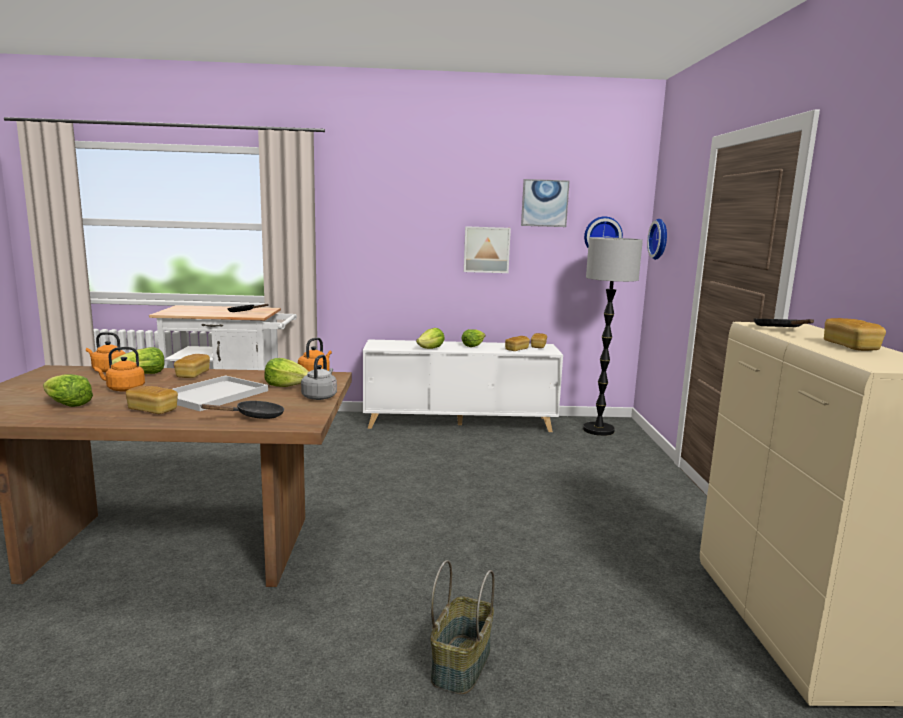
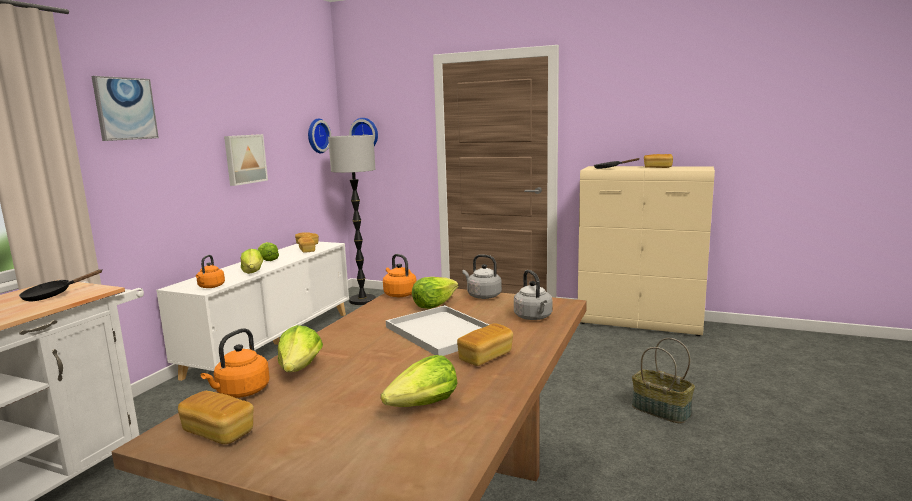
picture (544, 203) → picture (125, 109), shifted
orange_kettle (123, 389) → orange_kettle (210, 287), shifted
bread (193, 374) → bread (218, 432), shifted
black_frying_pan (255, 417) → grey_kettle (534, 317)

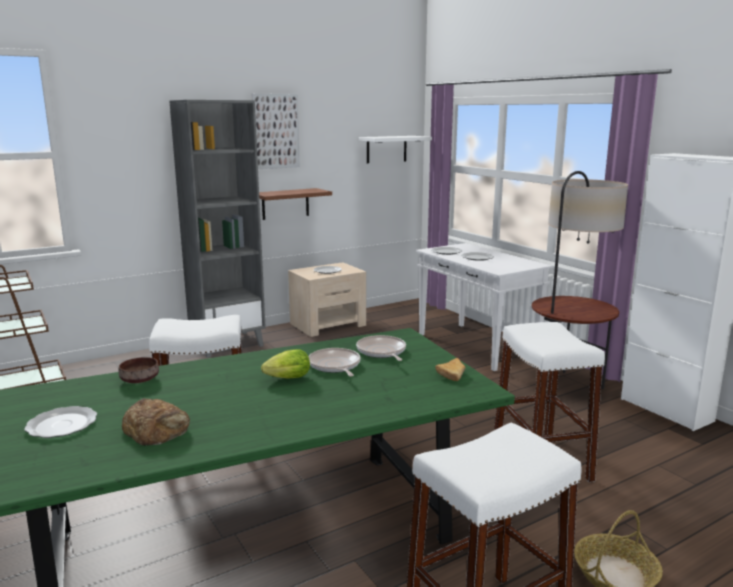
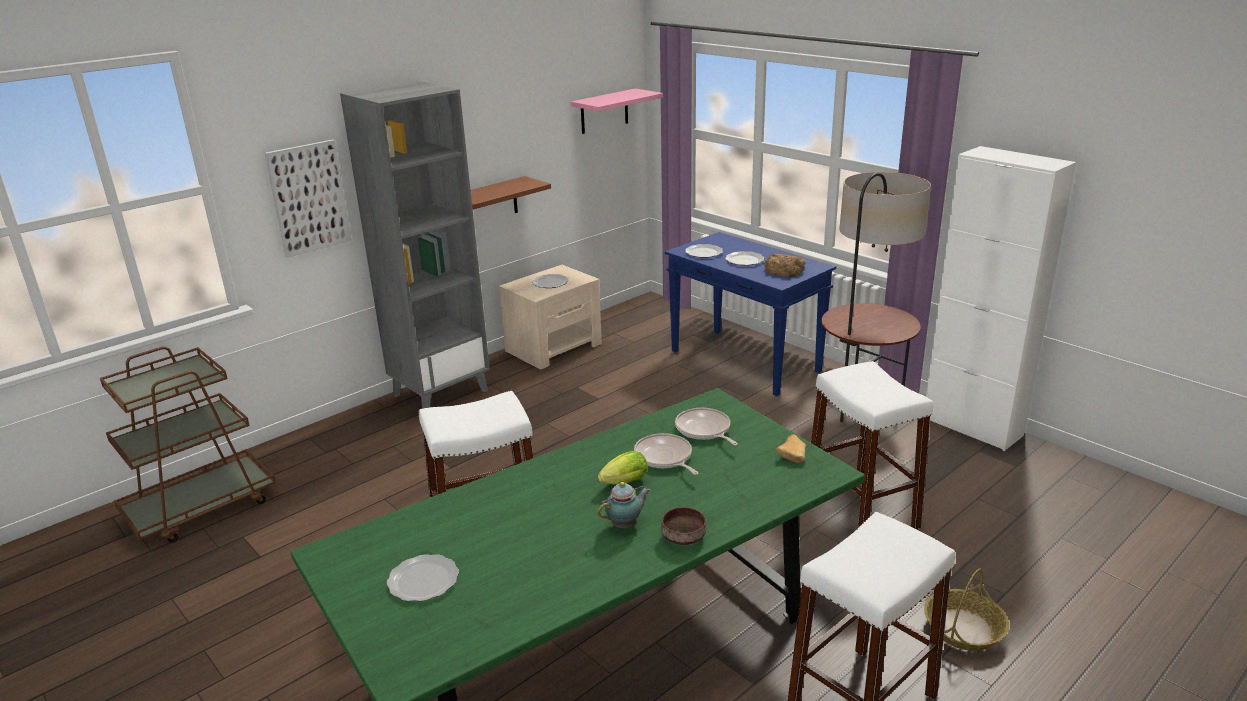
picture (275, 131) → picture (309, 198), shifted
white_shelf (386, 149) → pink_shelf (604, 111)
white_console_table (477, 346) → blue_console_table (746, 362)
brown_bowl (139, 380) → brown_bowl (682, 536), shifted
bread (157, 429) → bread (784, 270), shifted
- → teapot (625, 525)

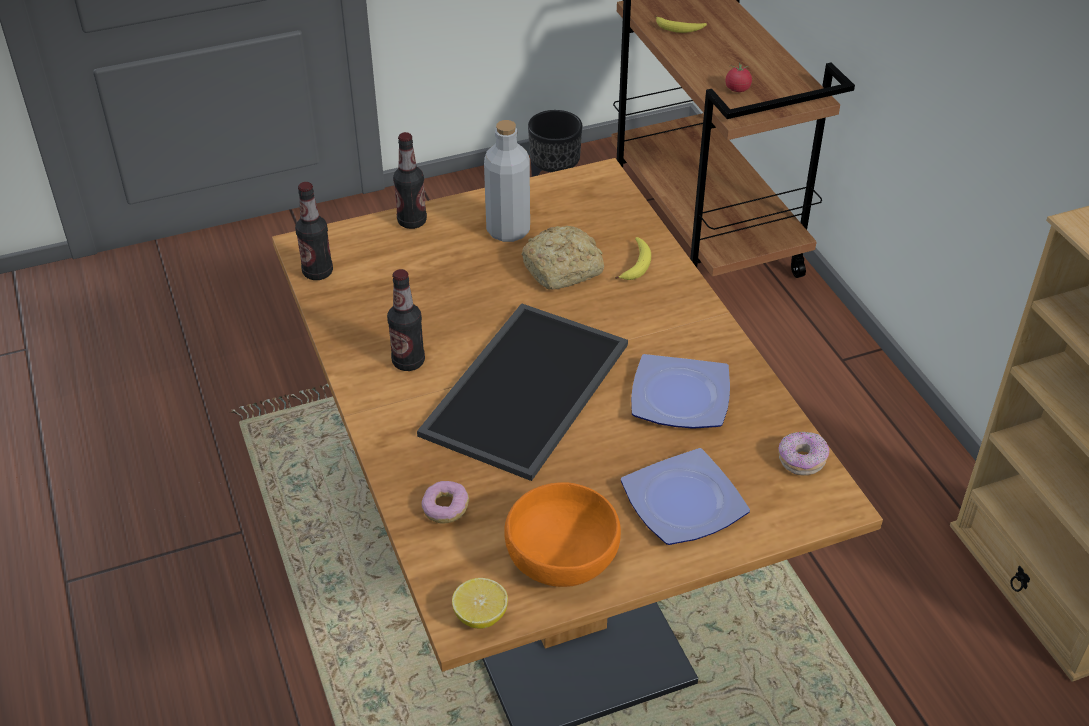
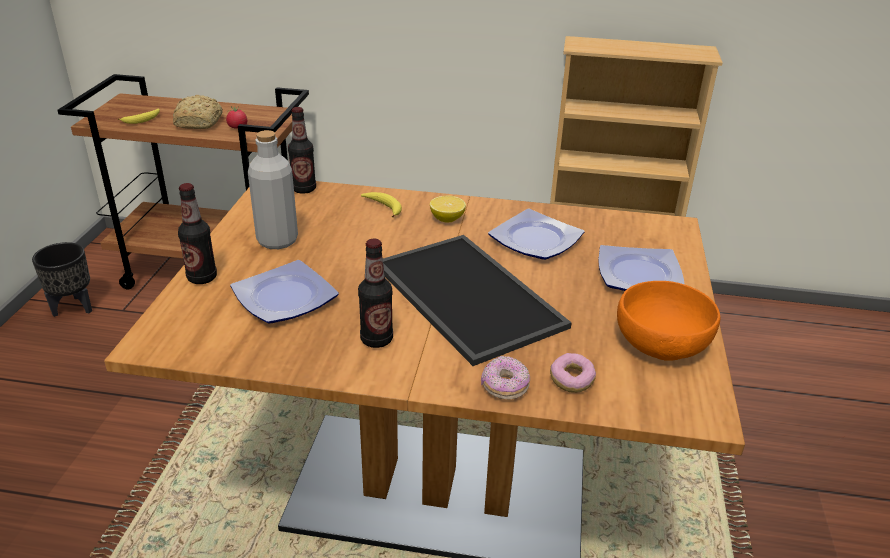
bottle (318, 272) → bottle (304, 189), shifted
bread (564, 269) → bread (200, 122), shifted
donut (801, 460) → donut (504, 387), shifted
lemon (480, 616) → lemon (447, 219), shifted
- → plate (287, 298)

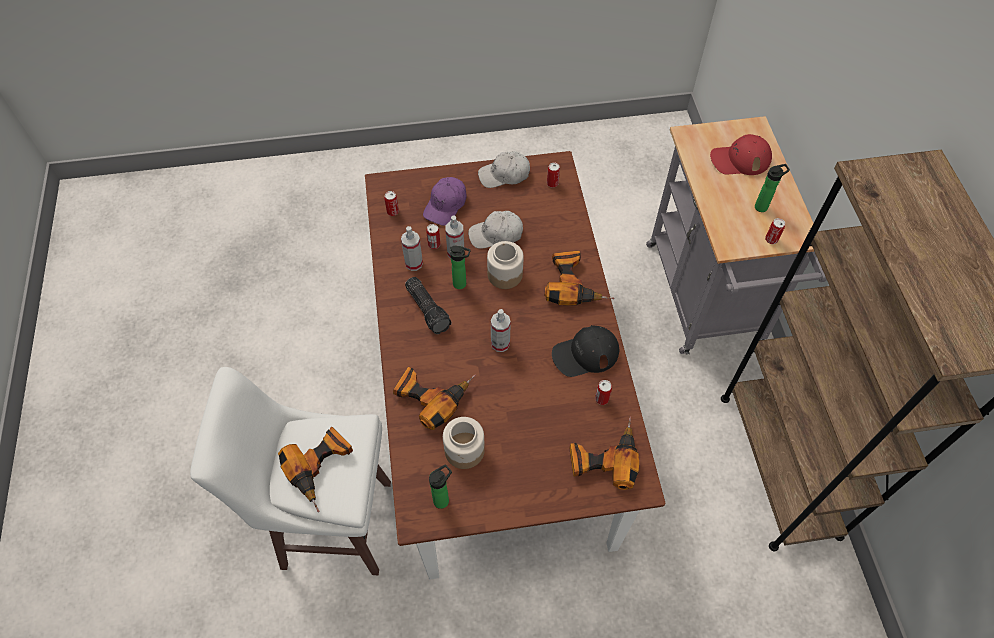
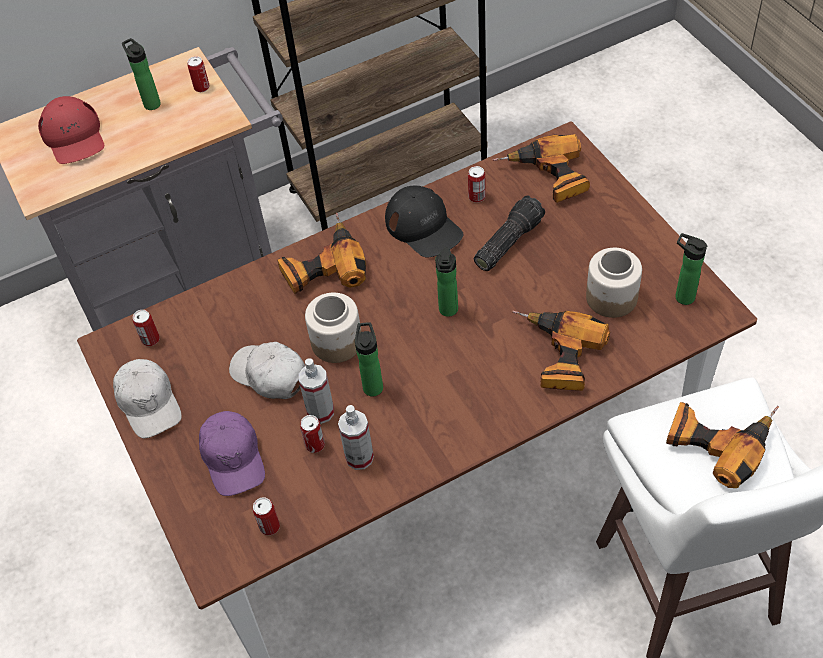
purple_cap (446, 205) → purple_cap (233, 458), 60 degrees clockwise
white_cap (496, 235) → white_cap (269, 375), 150 degrees clockwise
flashlight (428, 309) → flashlight (507, 242), shifted
spray_bottle (500, 343) → bottle (448, 312)

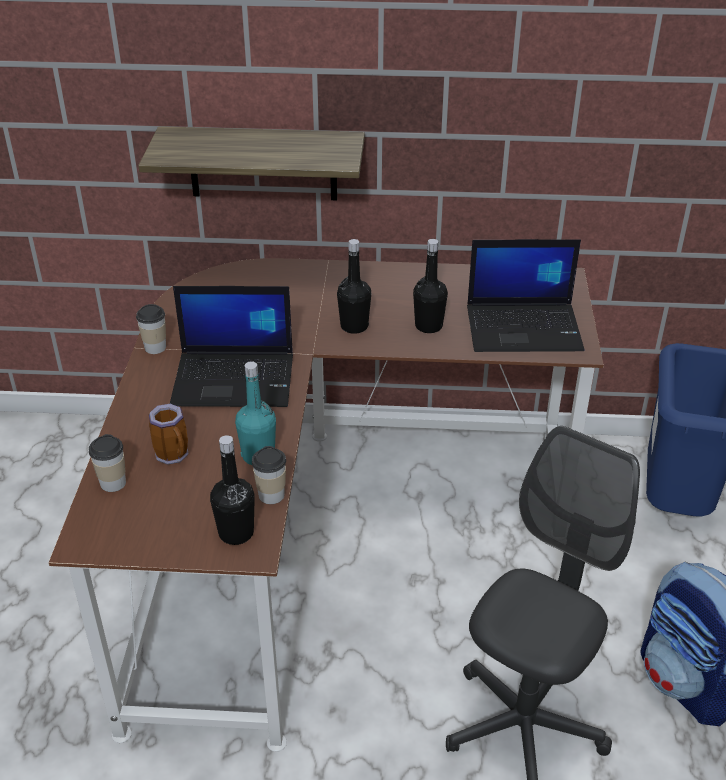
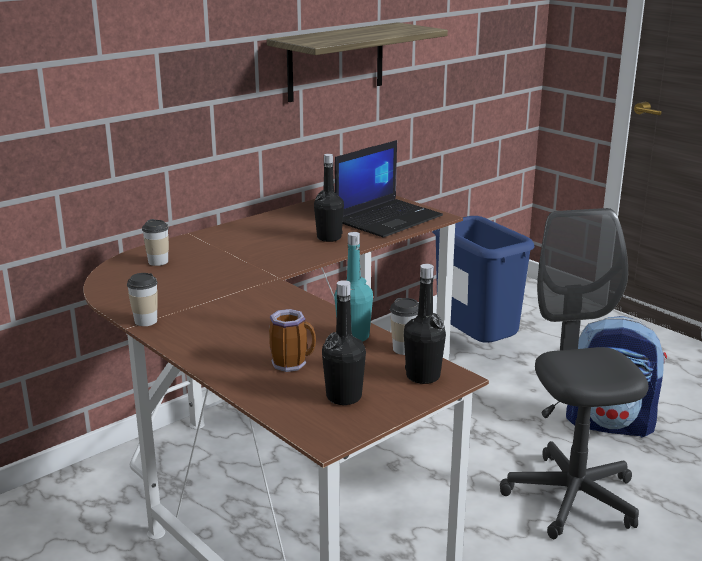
shelf (263, 163) → shelf (336, 62), shifted
black_bottle (354, 326) → black_bottle (344, 397), shifted
laptop (235, 379) → -
cup (113, 483) → cup (158, 262), shifted

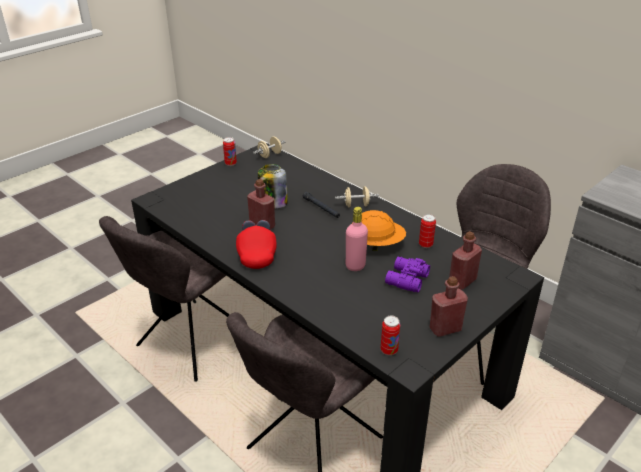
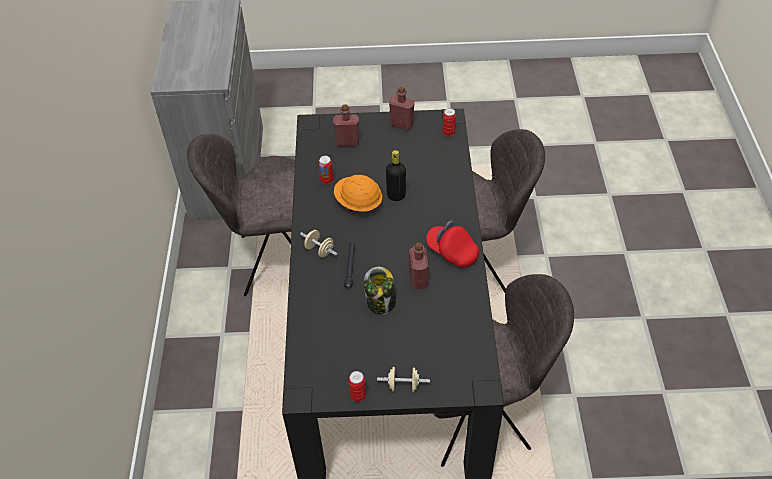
beige_dumbbell (270, 155) → beige_dumbbell (403, 385), shifted
pink_bottle (355, 266) → black_bottle (396, 195)
red_cap (257, 254) → red_cap (452, 252), 90 degrees clockwise
purple_binoculars (405, 280) → -

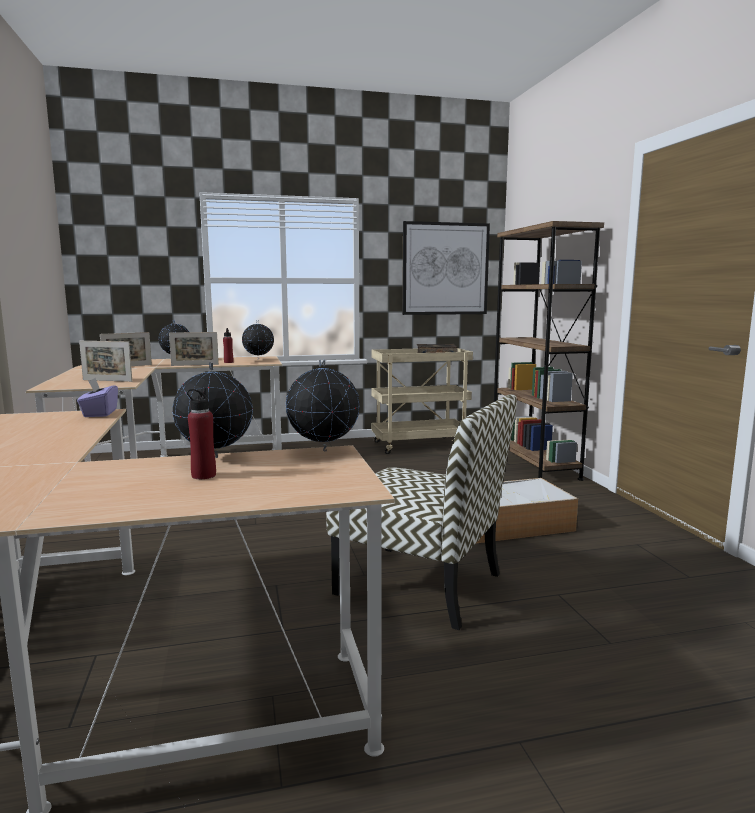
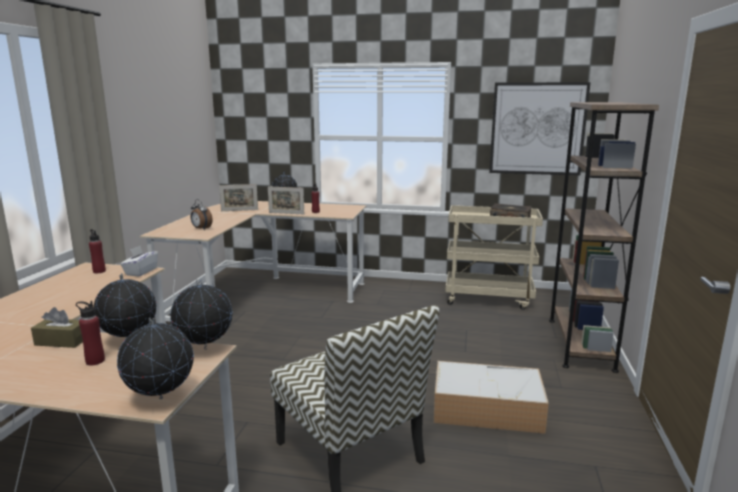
globe (258, 359) → globe (161, 399), shifted
picture_frame (107, 380) → alarm_clock (201, 229)
purple_tissue_box (99, 413) → white_tissue_box (141, 272)
- → red_bottle (99, 271)
- → brown_tissue_box (62, 341)

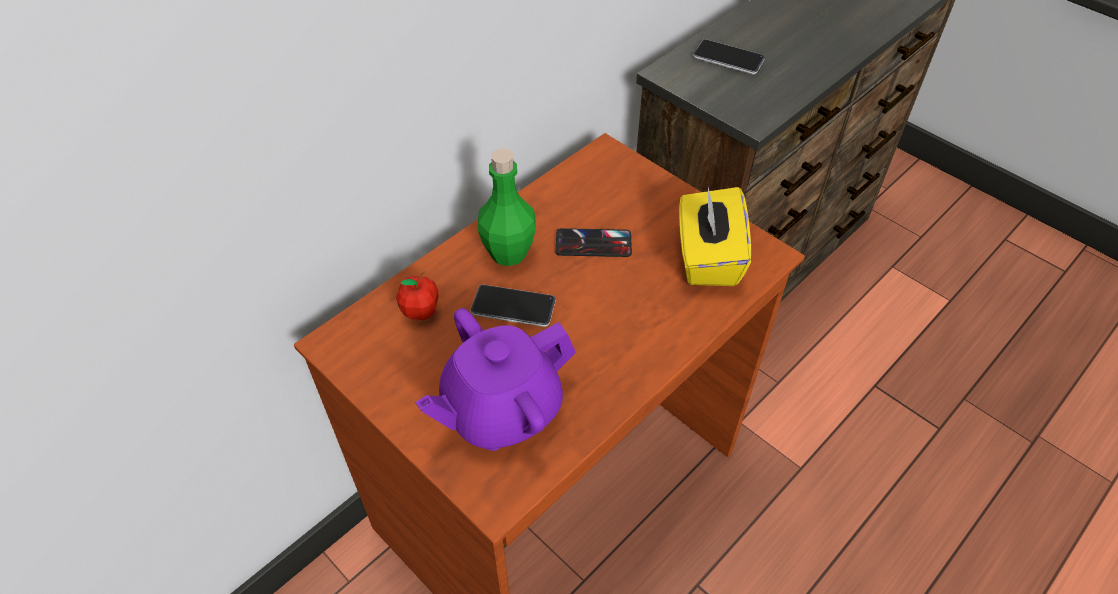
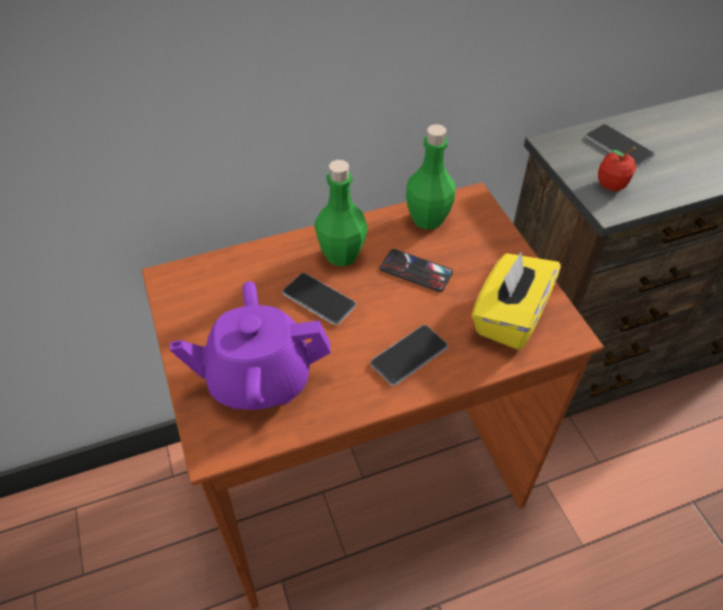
apple (420, 311) → apple (611, 185), shifted
- → green_bottle (427, 219)
- → phone (409, 355)

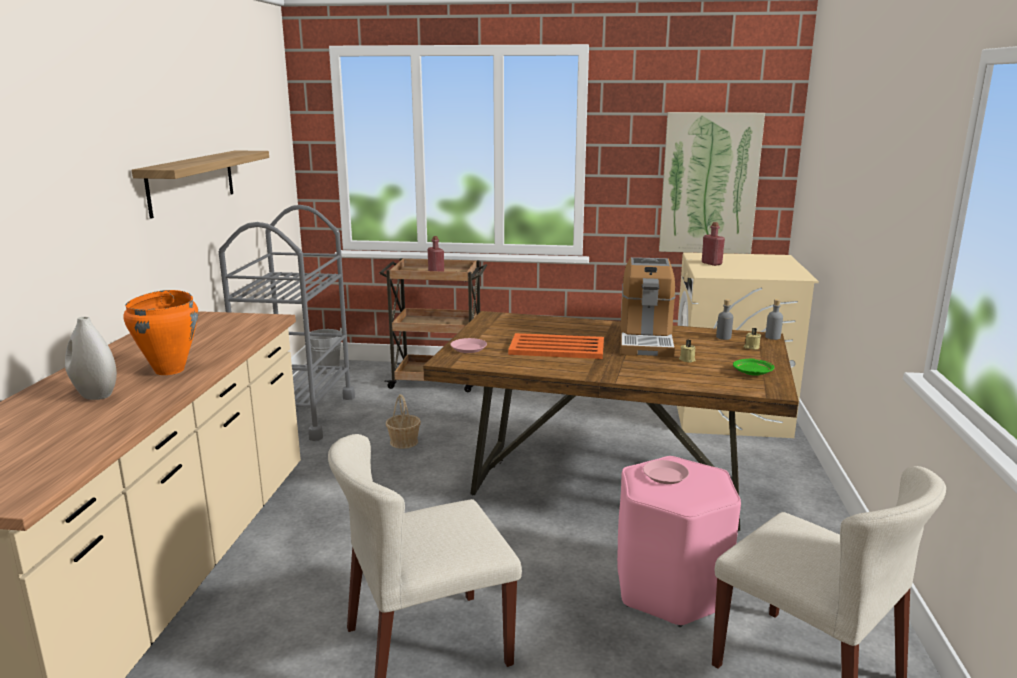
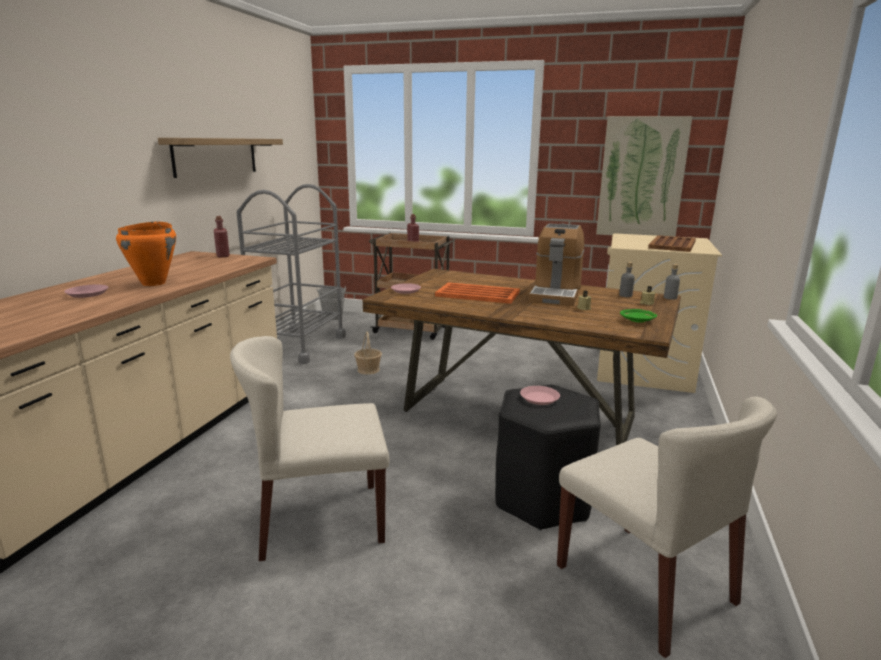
red_bottle (711, 263) → red_bottle (223, 255), shifted
white_vase (95, 394) → pink_plate (87, 294)
pink_stool (670, 589) → black_stool (542, 500)
- → brown_tray (672, 244)

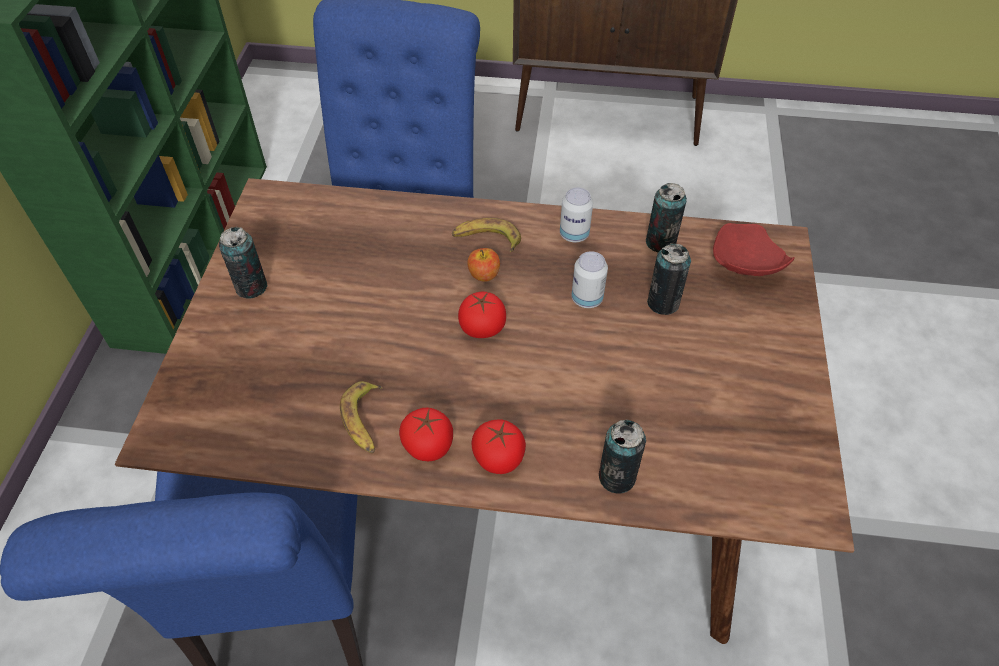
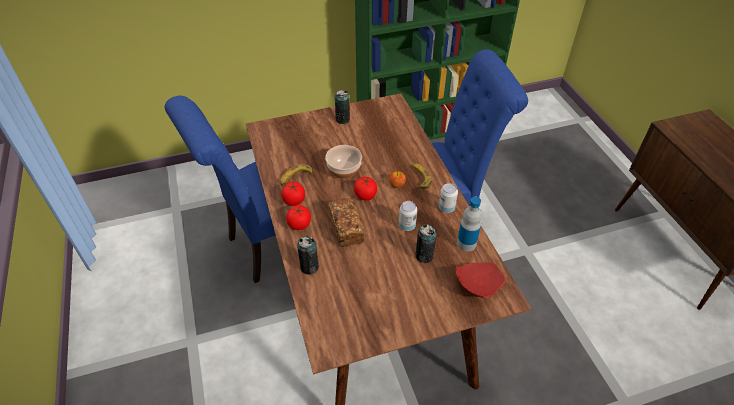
can (660, 242) → bottle (466, 243)
- → bowl (344, 170)
- → bread (346, 229)

